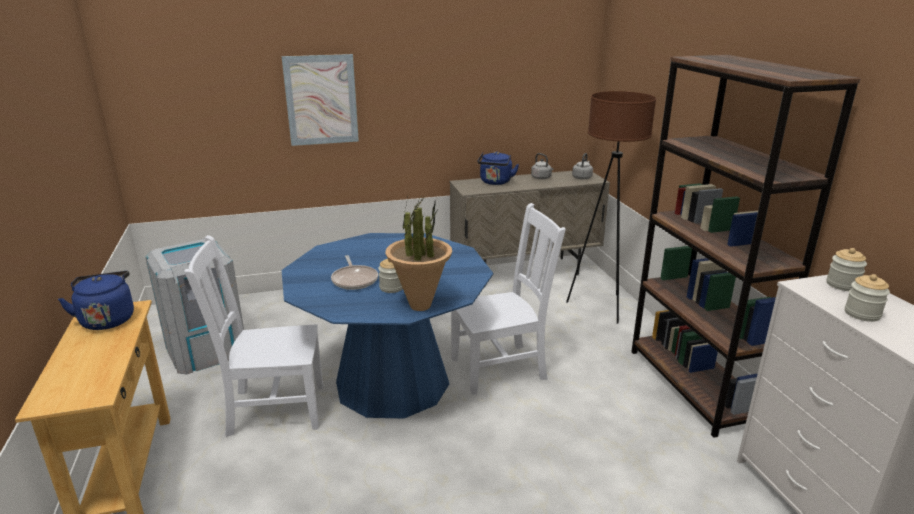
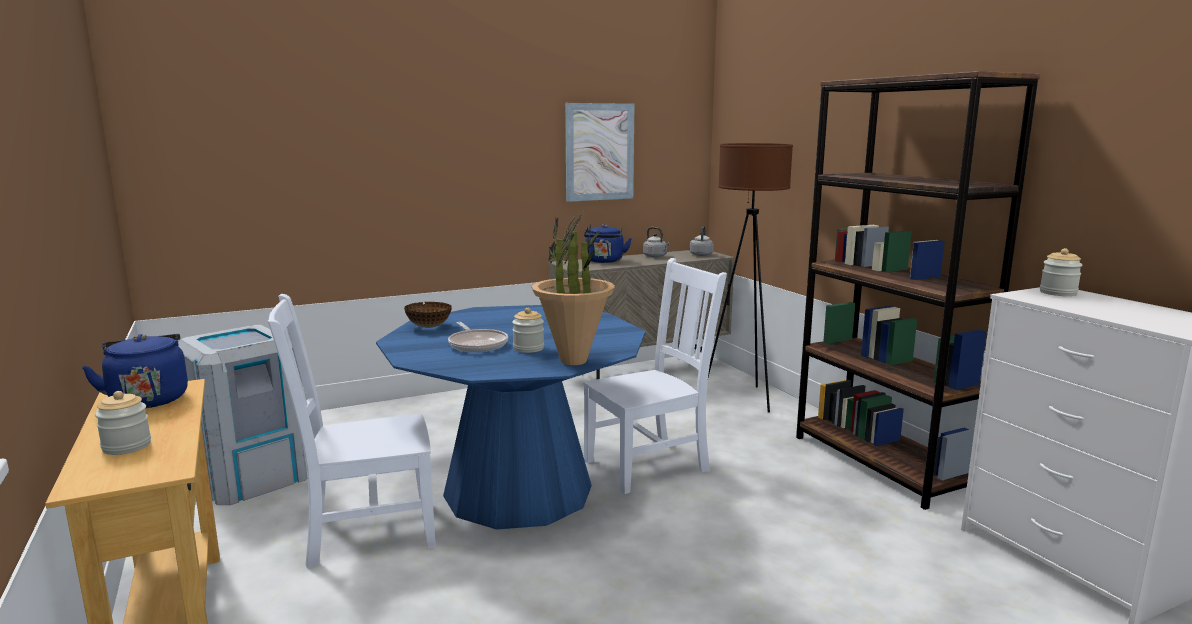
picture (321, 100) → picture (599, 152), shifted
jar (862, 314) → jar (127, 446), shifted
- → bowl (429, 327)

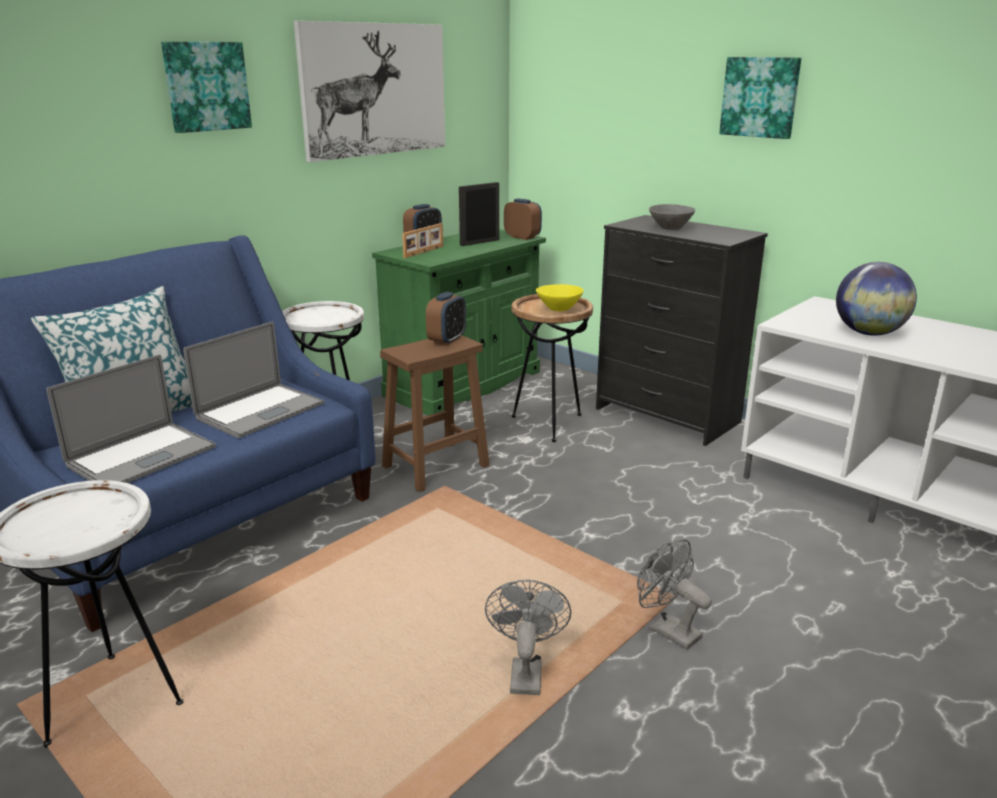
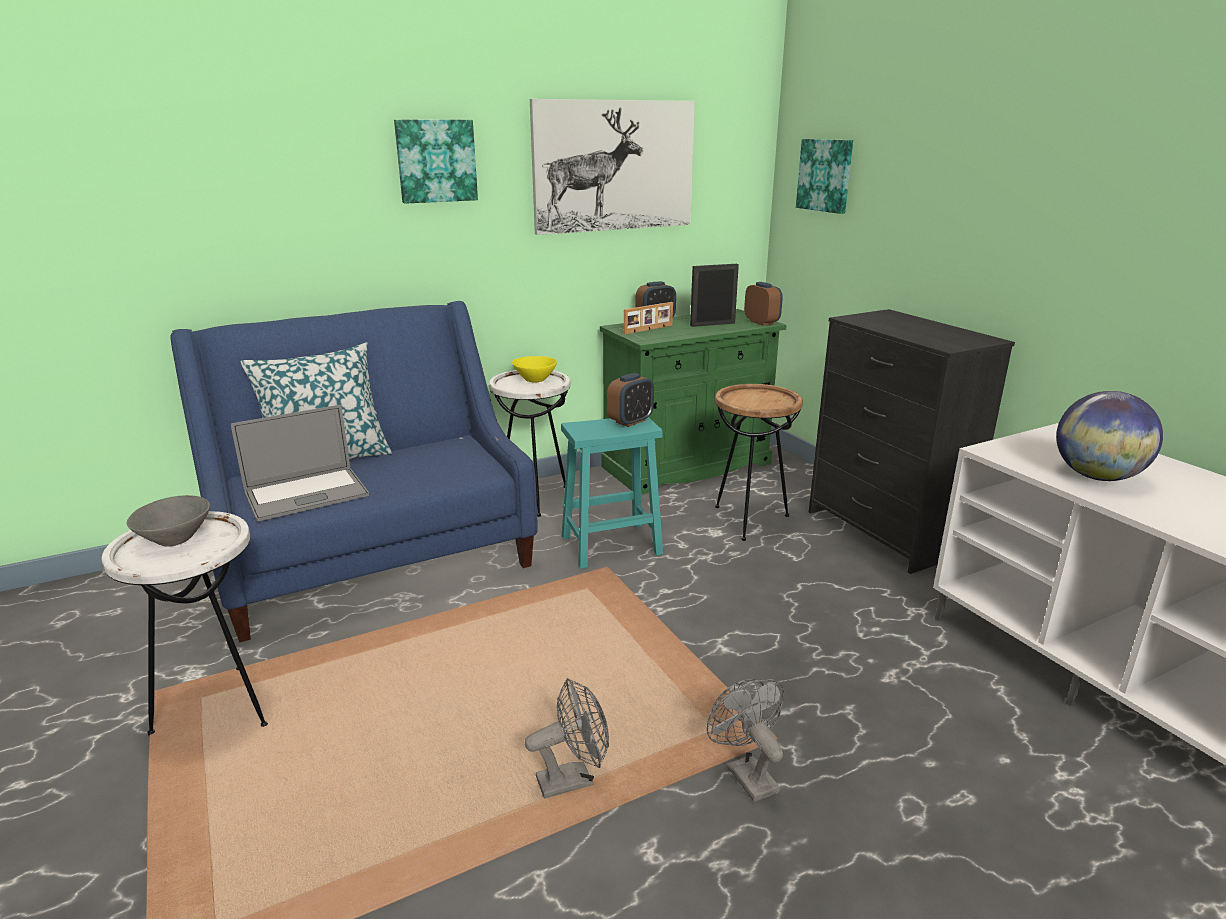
picture (760, 97) → picture (826, 175), shifted
grey_bowl (670, 228) → grey_bowl (174, 539), shifted
yellow_bowl (558, 308) → yellow_bowl (535, 379), shifted
laptop (260, 411) → -
brown_stool (437, 465) → turquoise_stool (612, 544)
grey_fan (525, 672) → grey_fan (573, 779), 45 degrees clockwise

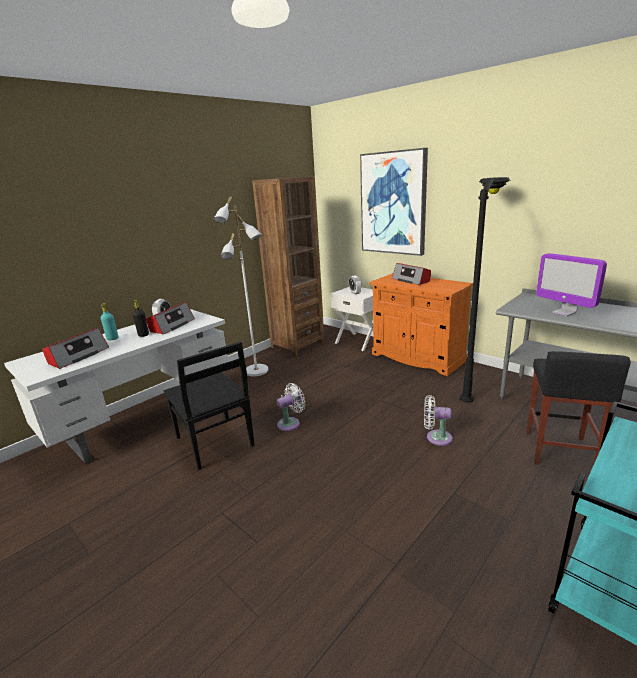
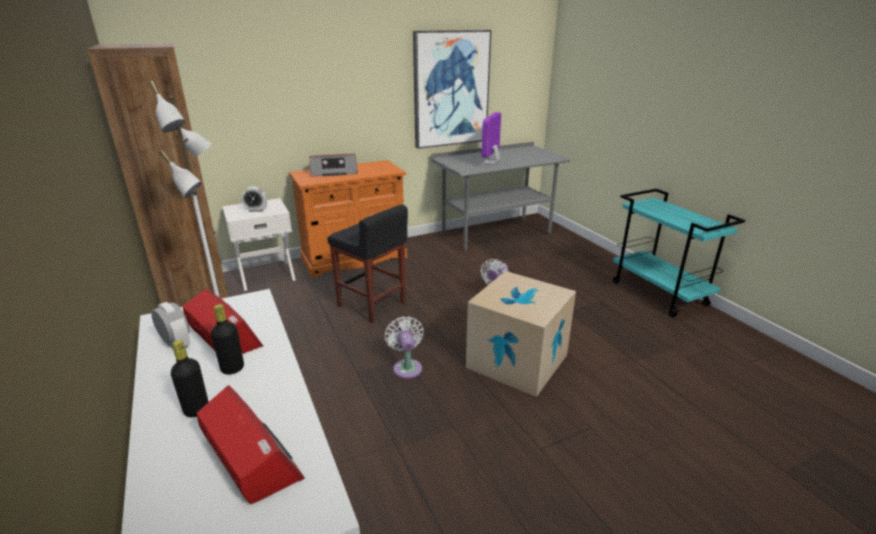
picture (393, 203) → picture (451, 89), shifted
black_floor_lamp (474, 380) → -
monitor (564, 312) → monitor (491, 162), 120 degrees clockwise
turquoise_bottle (112, 338) → black_bottle (196, 409)
black_chair (215, 442) → -
black_stool (559, 451) → black_stool (372, 305), shifted
- → cardboard_box (517, 361)

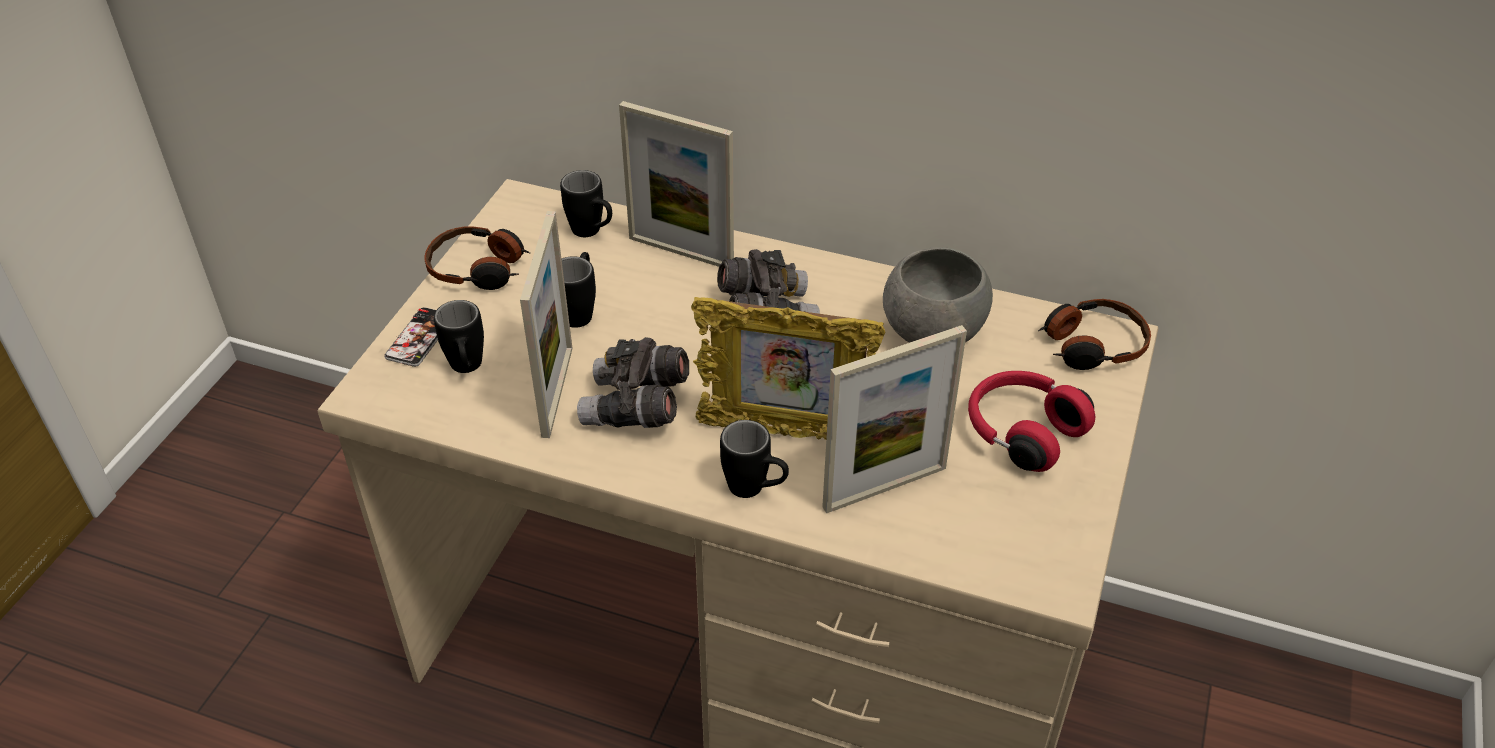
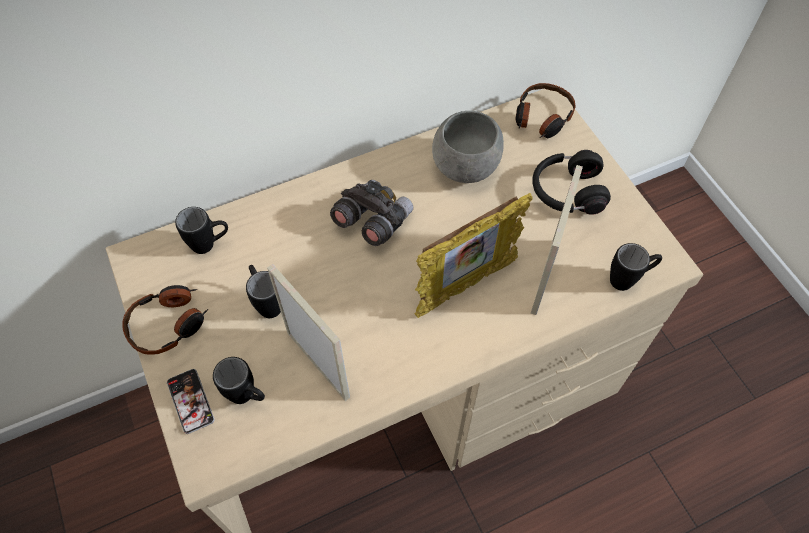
picture_frame (681, 252) → -
grey_binoculars (636, 407) → -
red_headphones (1021, 432) → black_headphones (566, 192)
black_mug (755, 490) → black_mug (628, 279), shifted

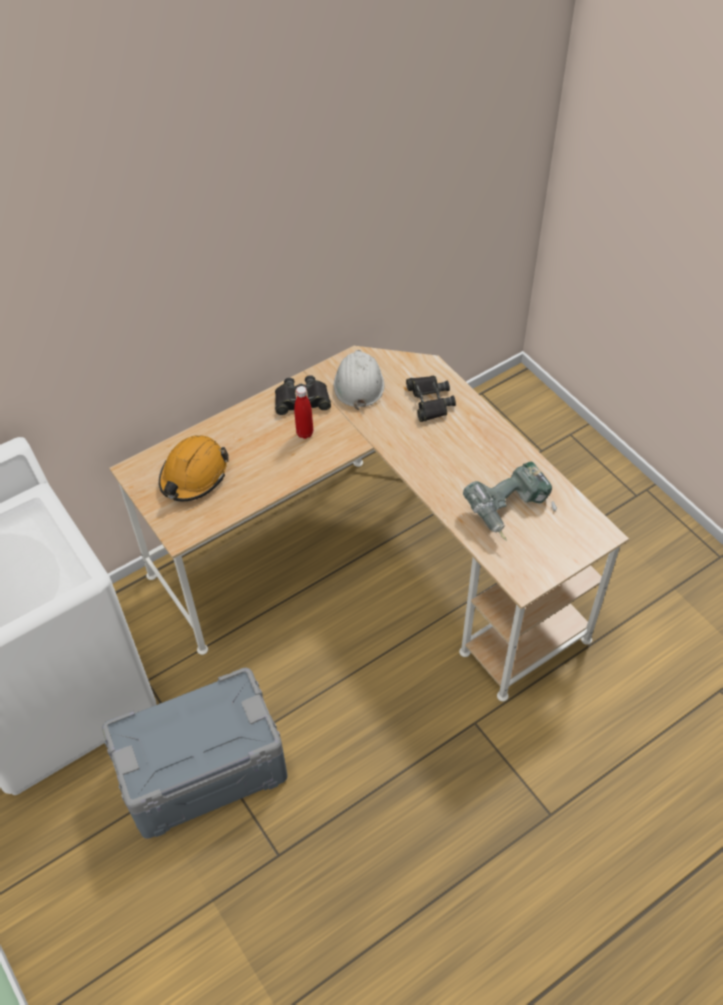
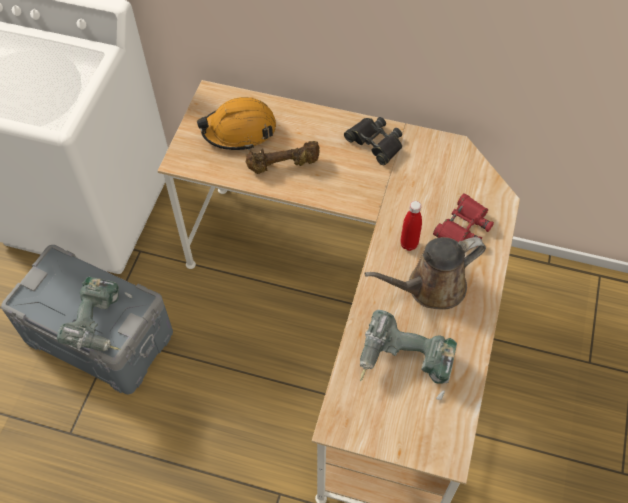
white_hard_hat (358, 383) → -
black_binoculars (429, 401) → red_binoculars (463, 226)
red_bottle (305, 433) → red_bottle (409, 244), shifted
- → brown_dumbbell (283, 165)
- → brown_watering_can (431, 287)
- → power_drill (101, 324)

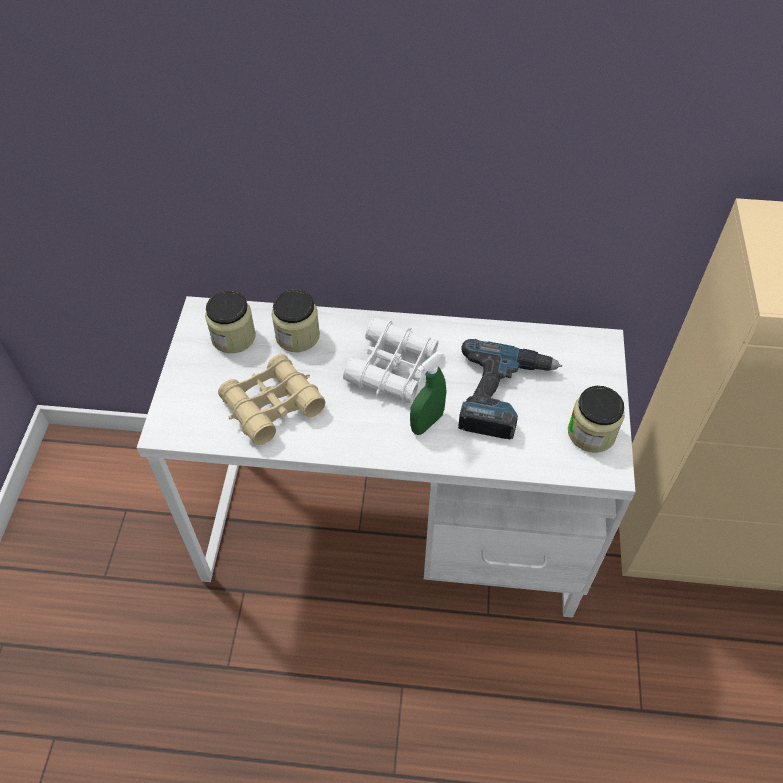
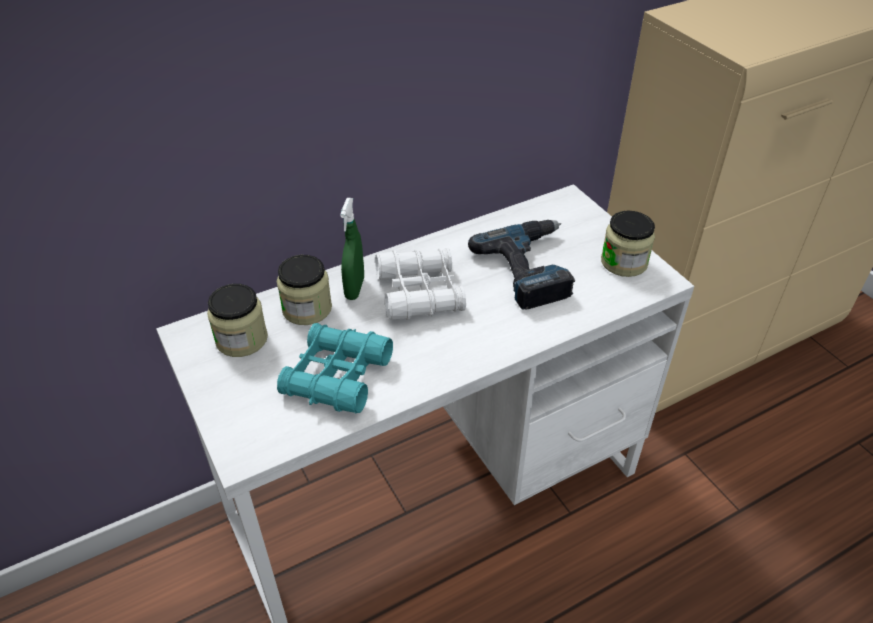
green_spray_bottle (427, 422) → green_spray_bottle (354, 288), shifted
beige_binoculars (272, 405) → turquoise_binoculars (337, 376)

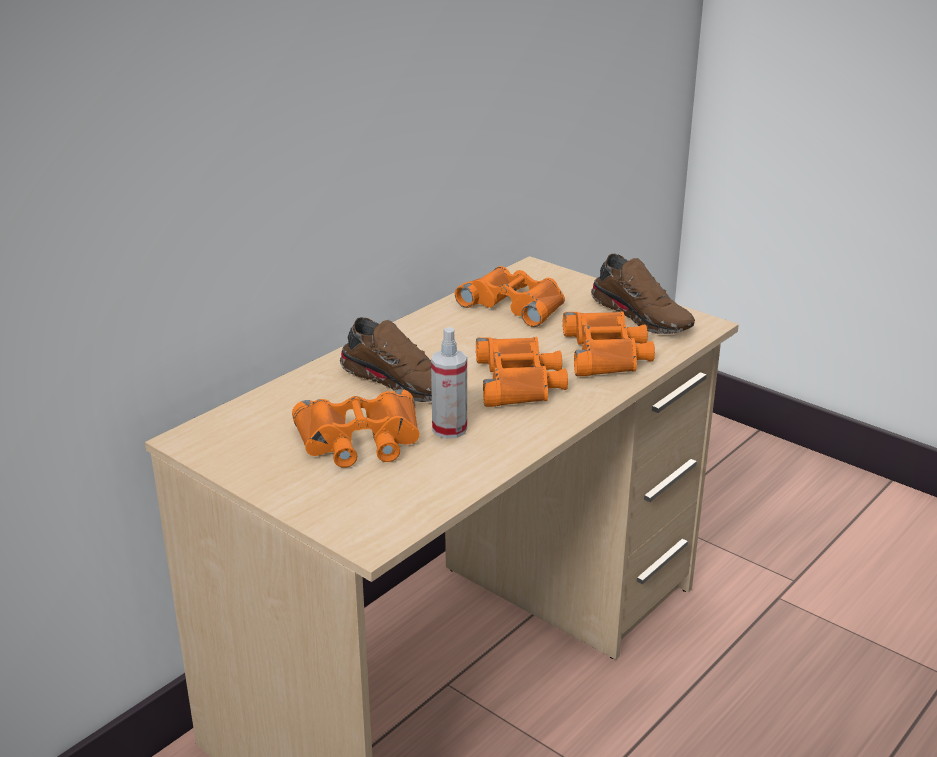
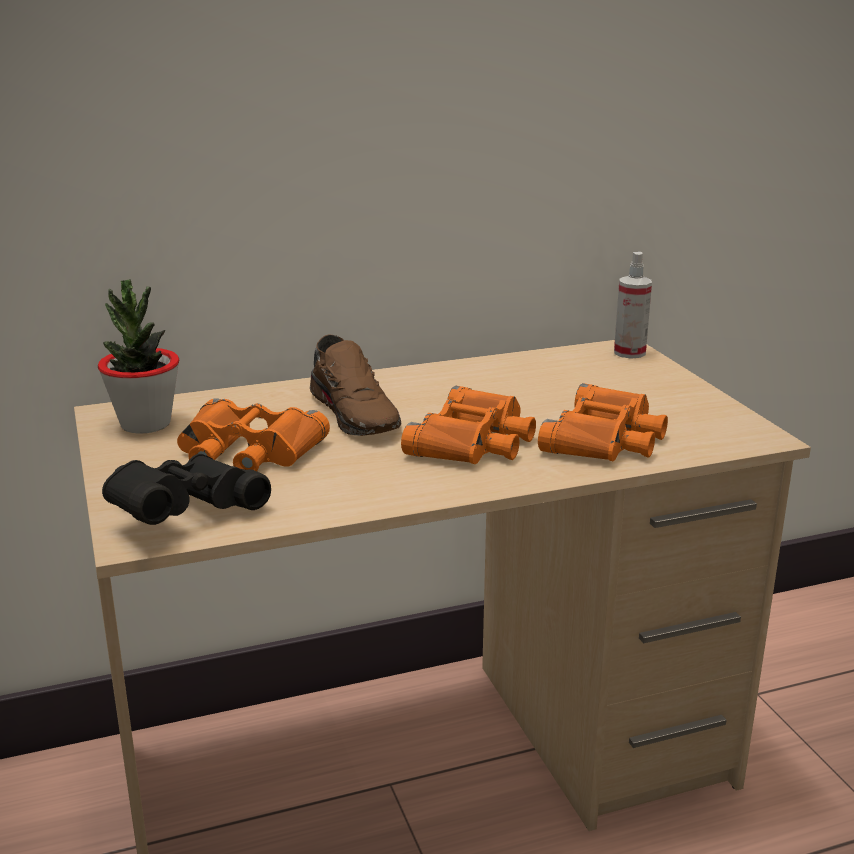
brown_shoe (643, 315) → -
orange_binoculars (515, 304) → -
spray_bottle (449, 429) → spray_bottle (629, 352), shifted
- → potted_plant (145, 424)
- → black_binoculars (183, 514)

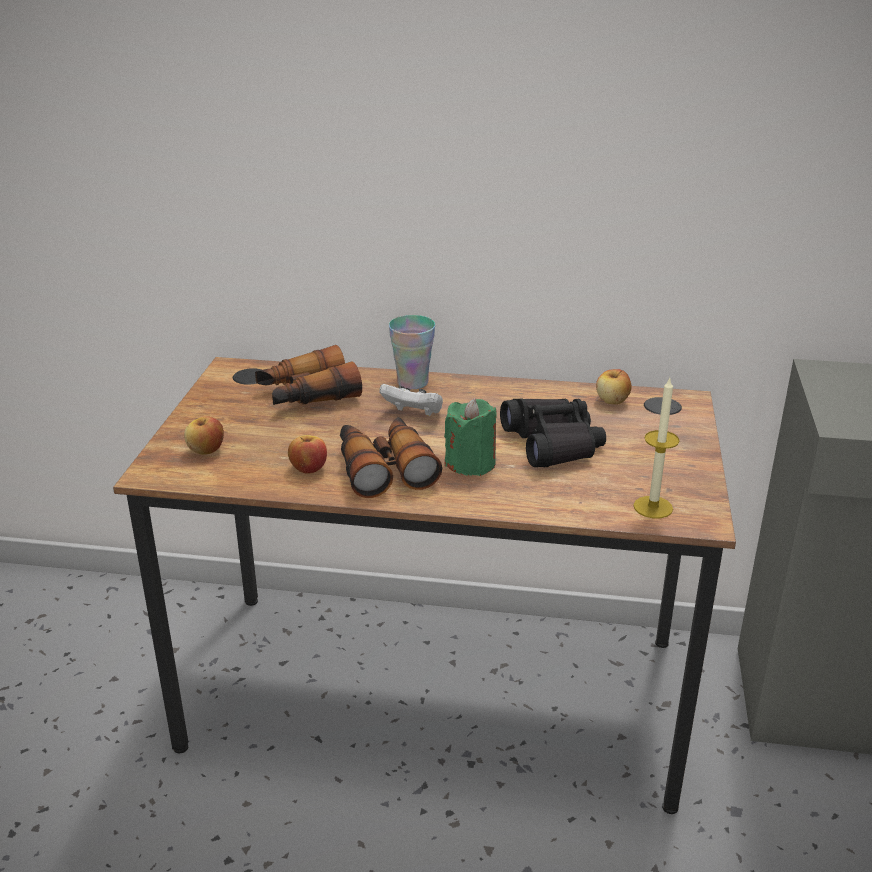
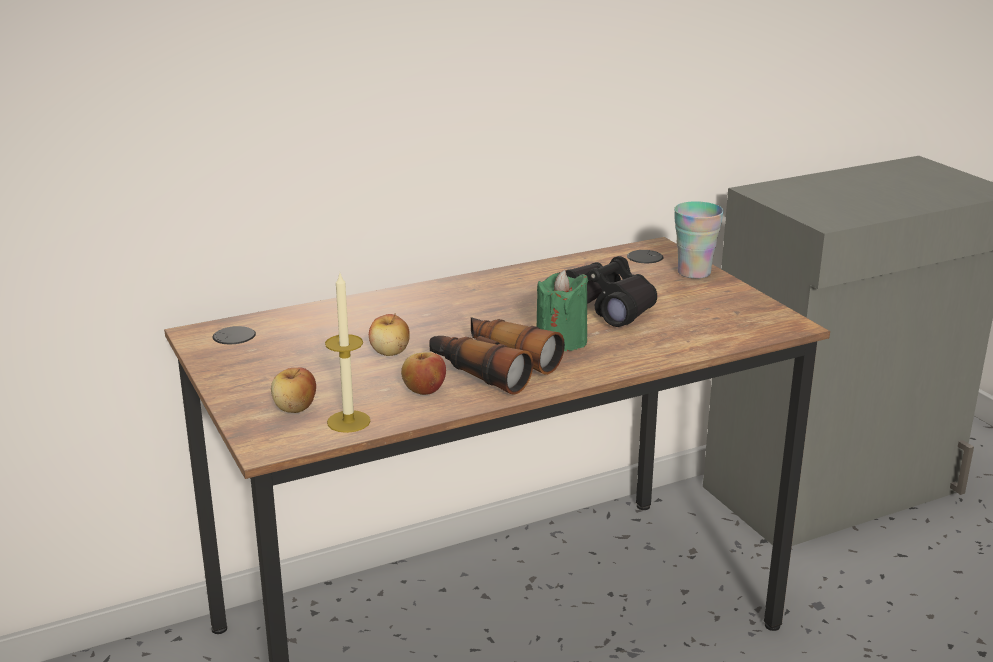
cup (412, 382) → cup (694, 272), shifted
binoculars (307, 395) → -
apple (612, 401) → apple (390, 352), shifted
candle (653, 507) → candle (348, 421), shifted
white_game_controller (413, 414) → -

